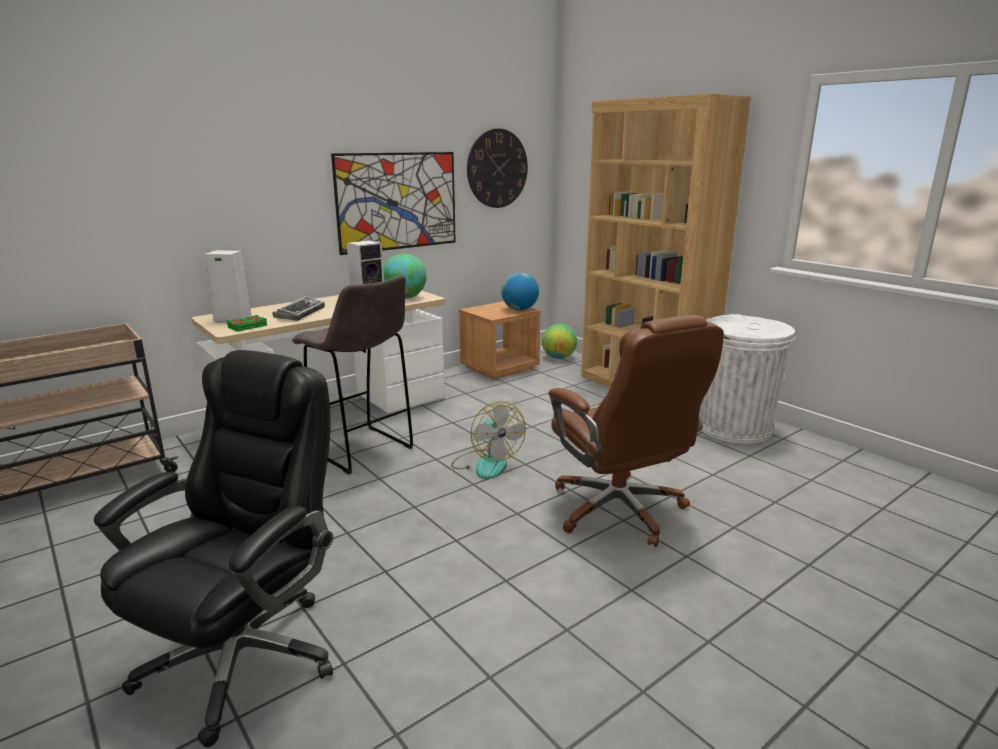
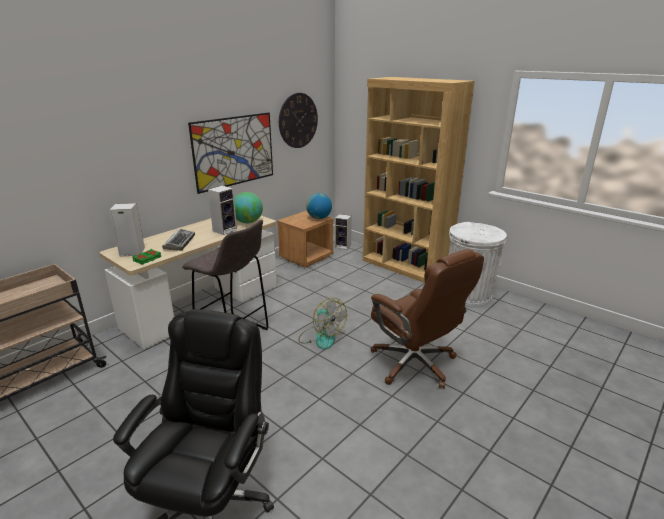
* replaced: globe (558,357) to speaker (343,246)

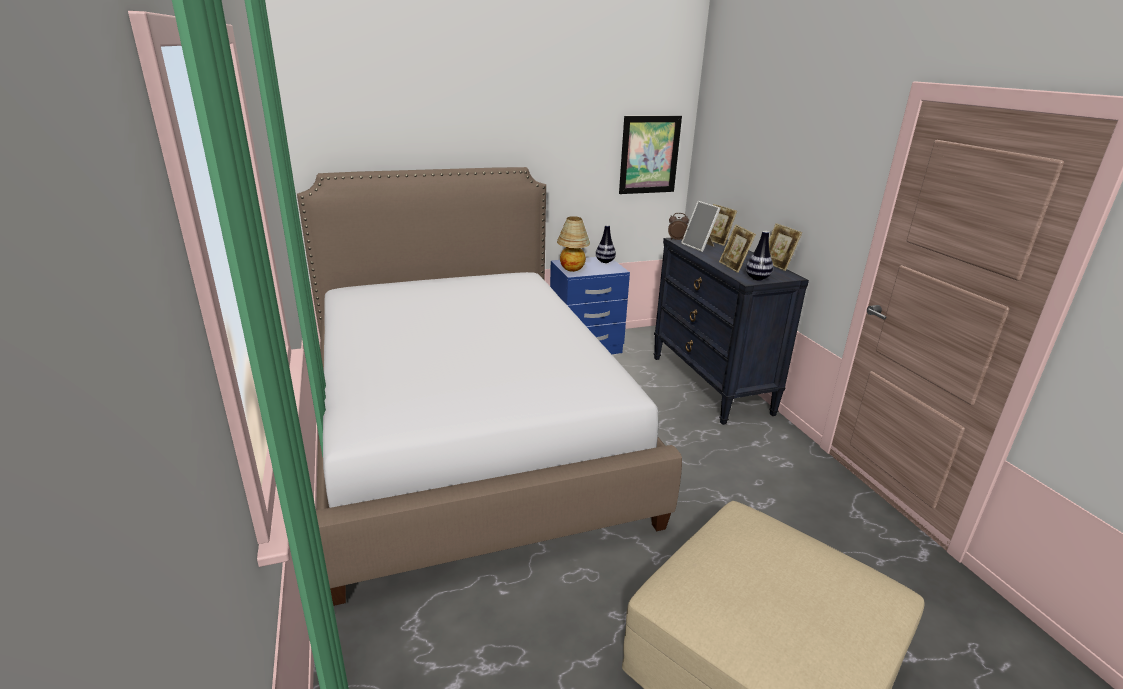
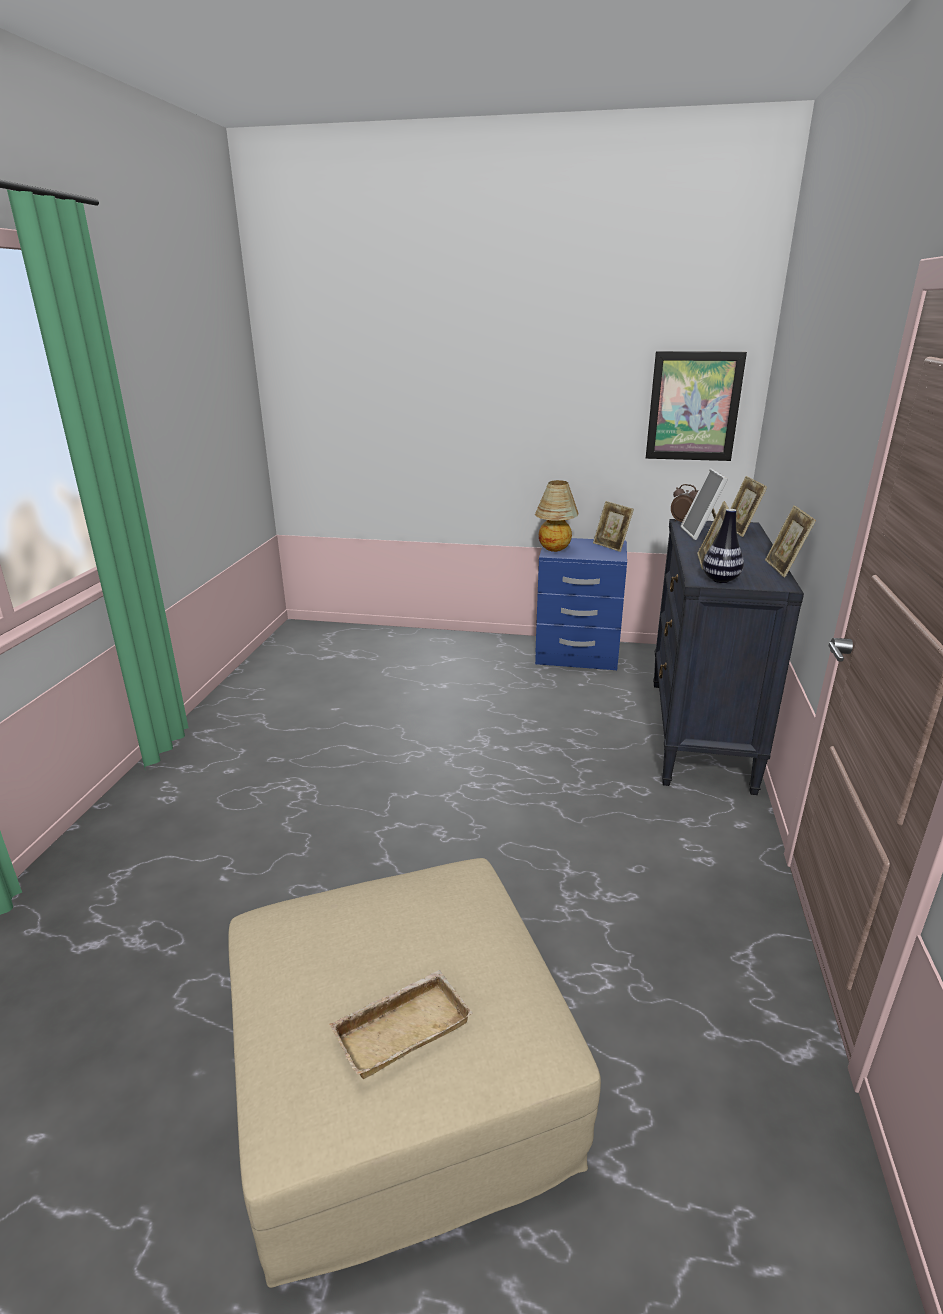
* added: tray (beige) (402,1026)
* replaced: vase (605,261) to picture frame (611,546)
* removed: bed (467,433)

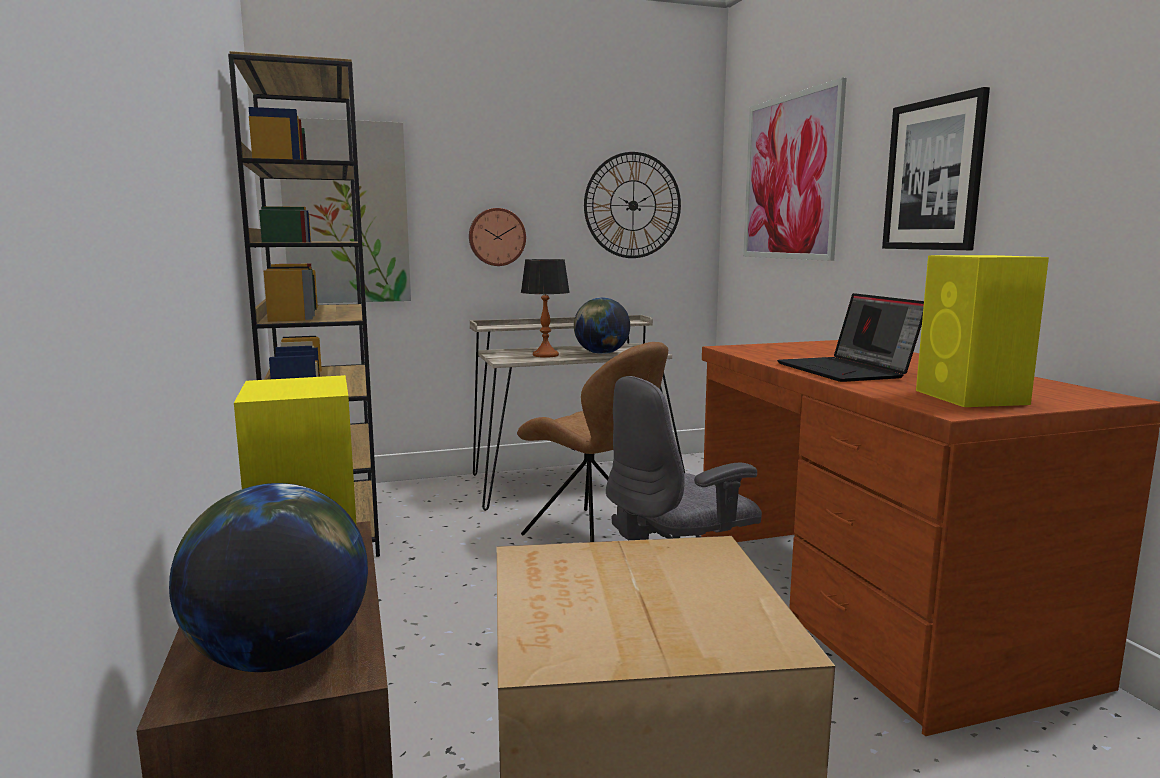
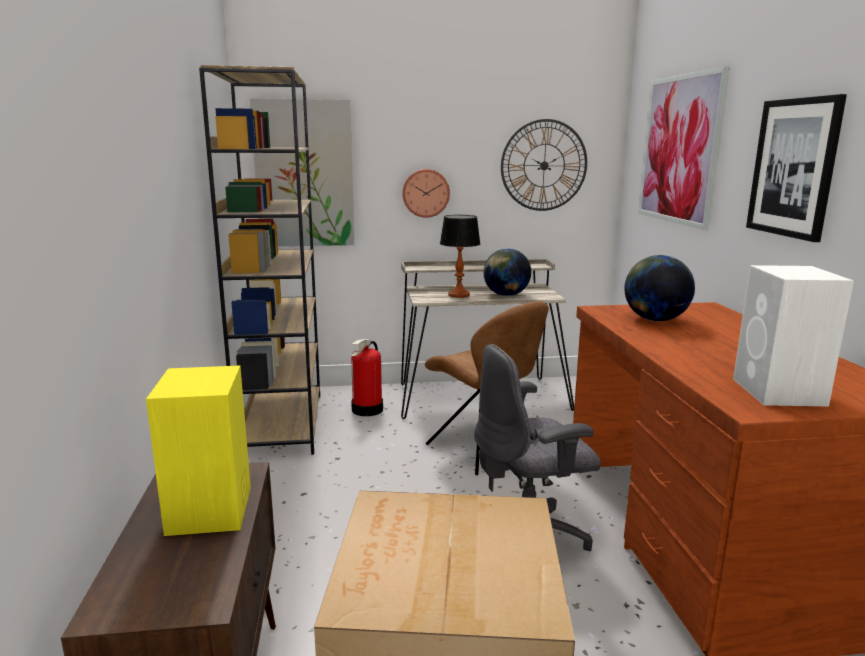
* added: fire extinguisher (368,410)
* moved: globe (279,656) to (655,319)
* recoloured: speaker (yellow) (972,398) to speaker (white) (779,393)
* removed: laptop (847,371)

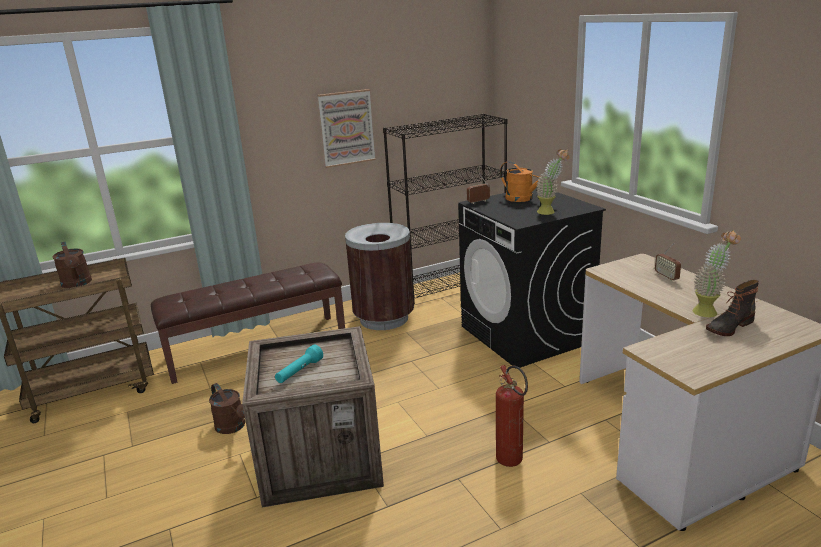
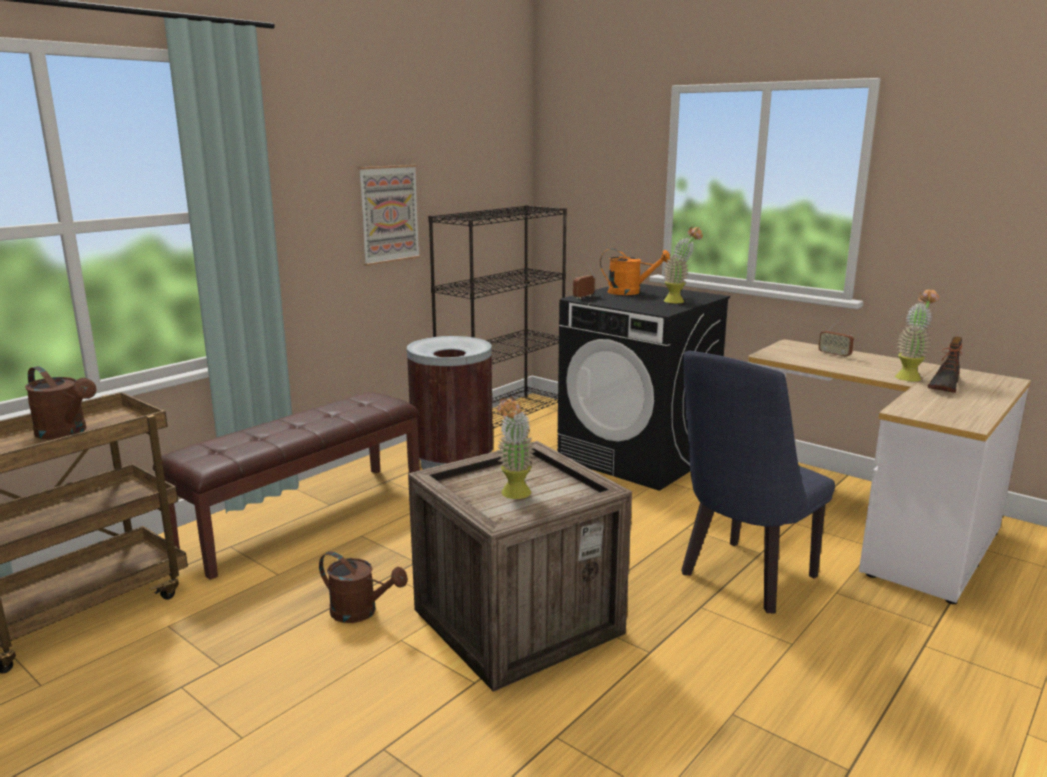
* replaced: flashlight (turquoise) (299,372) to potted plant (514,496)
* replaced: fire extinguisher (512,463) to chair (blue) (743,580)

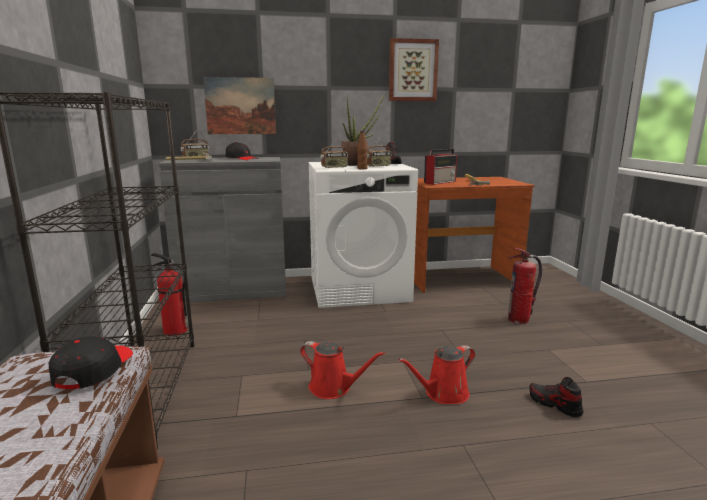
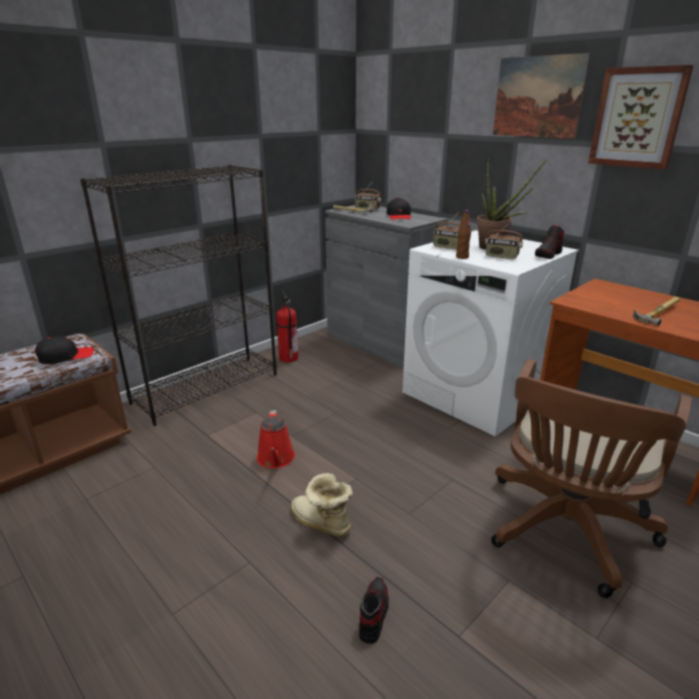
* replaced: watering can (red) (443,394) to boot (321,523)
* replaced: fire extinguisher (519,319) to office chair (brown) (565,532)
* moved: picture (240,106) to (538,97)
* removed: radio (440,182)

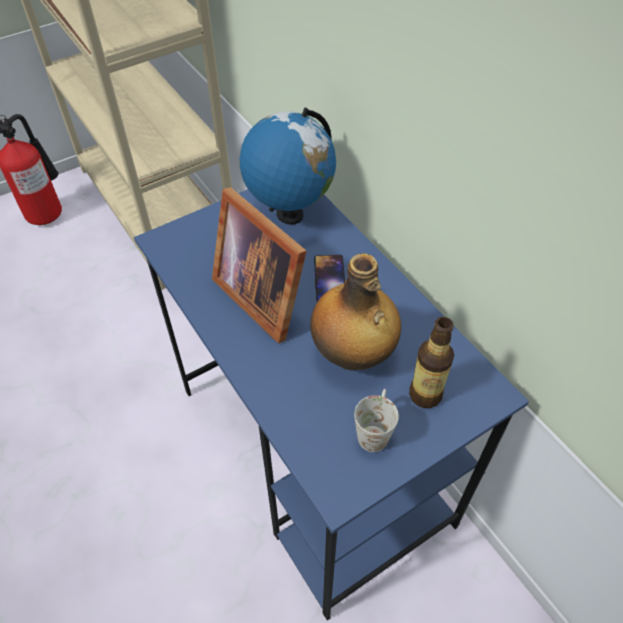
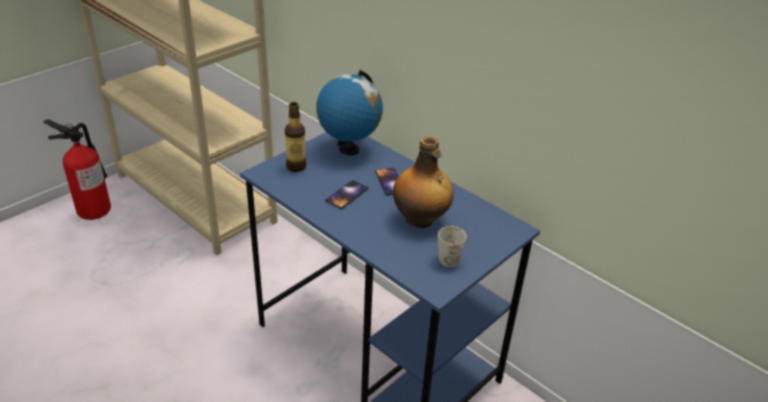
* moved: bottle (425,395) to (296,167)
* replaced: picture frame (262,294) to phone (347,195)

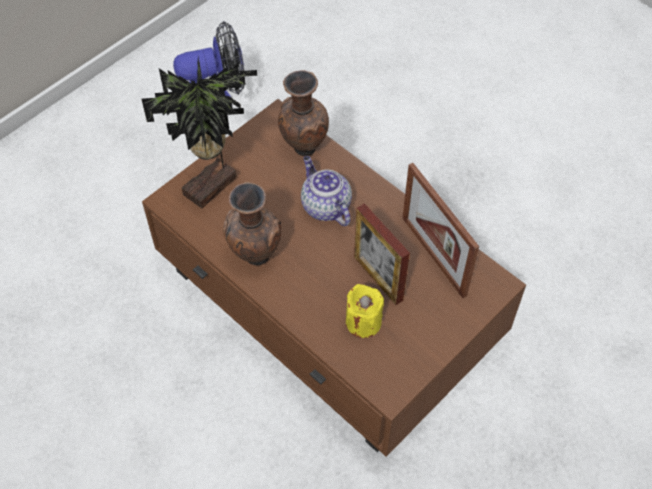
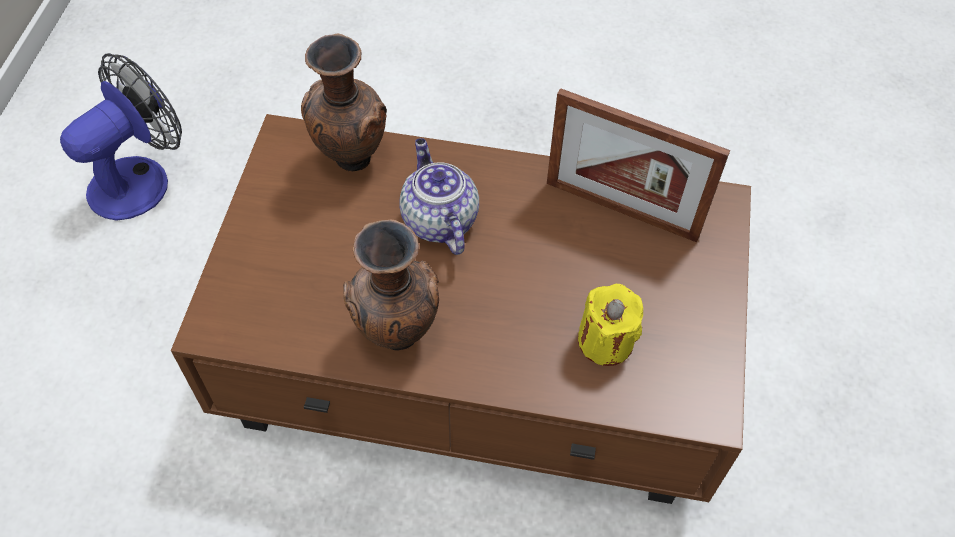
* turned: teapot (325,206) = (438,220) 45 degrees clockwise
* removed: potted plant (213,187)
* removed: picture frame (378,278)

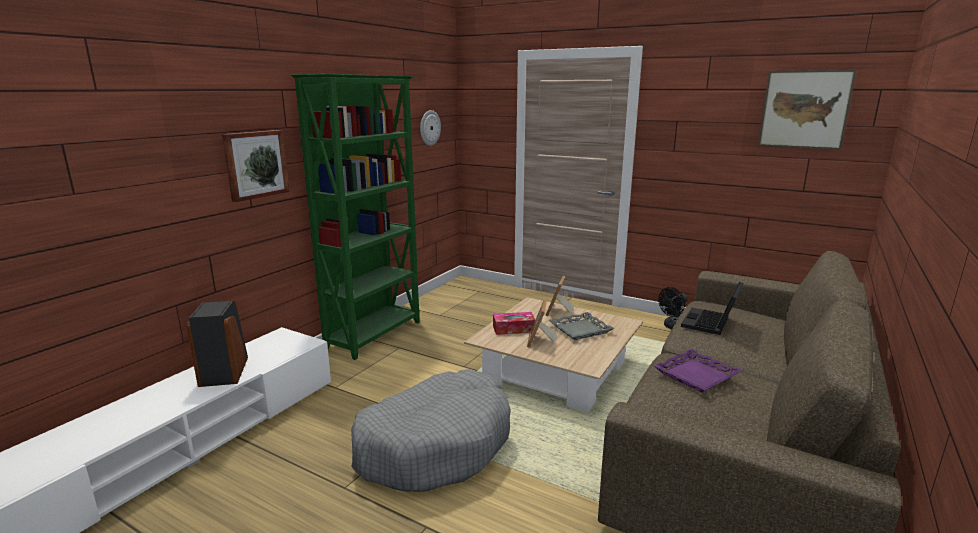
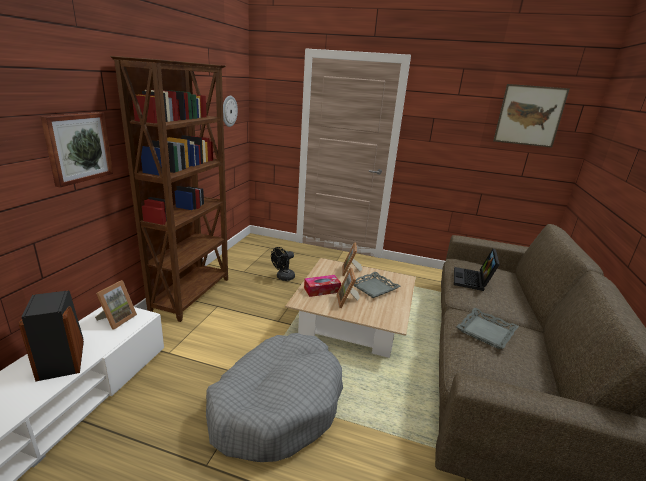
* added: picture frame (117,319)
* recoloured: bookcase (green) (375,335) to bookcase (brown) (192,294)
* moved: fan (black) (673,327) to (283,278)
* recoloured: tray (purple) (695,375) to tray (grey) (485,331)

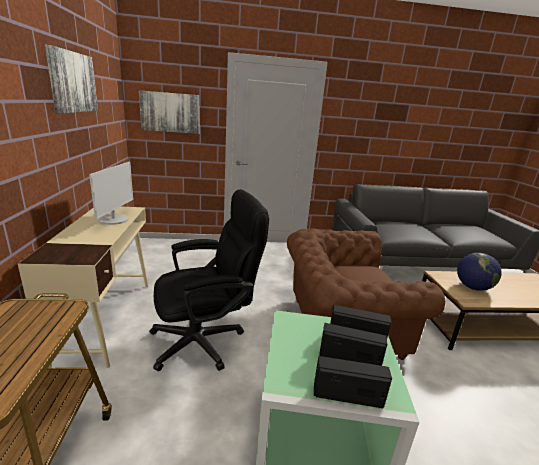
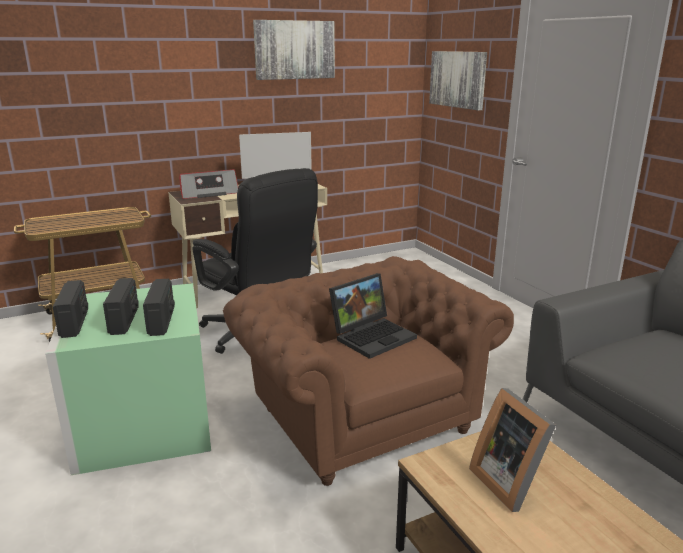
* added: radio (208,193)
* added: laptop (373,335)
* replaced: globe (472,287) to picture frame (510,481)

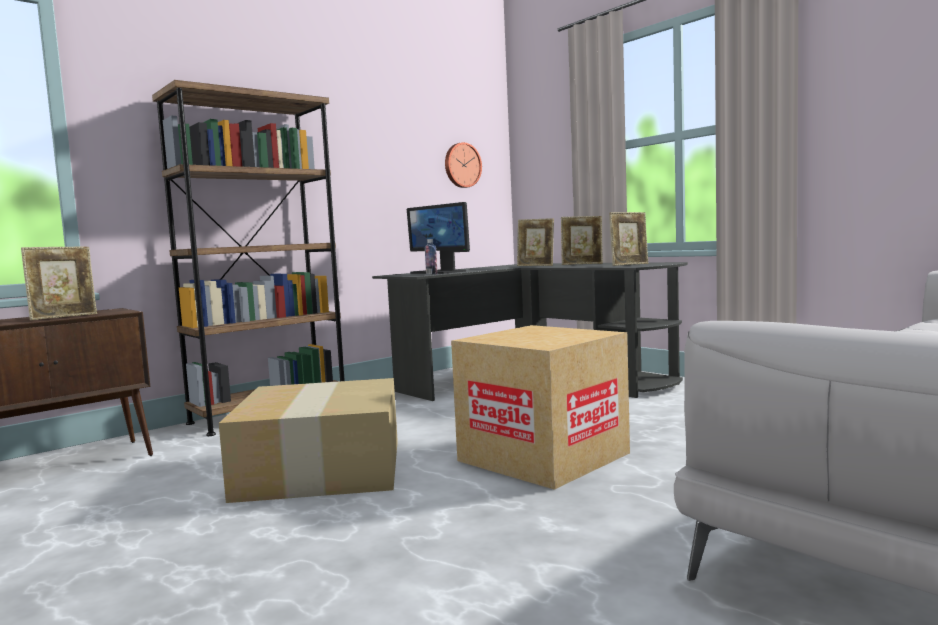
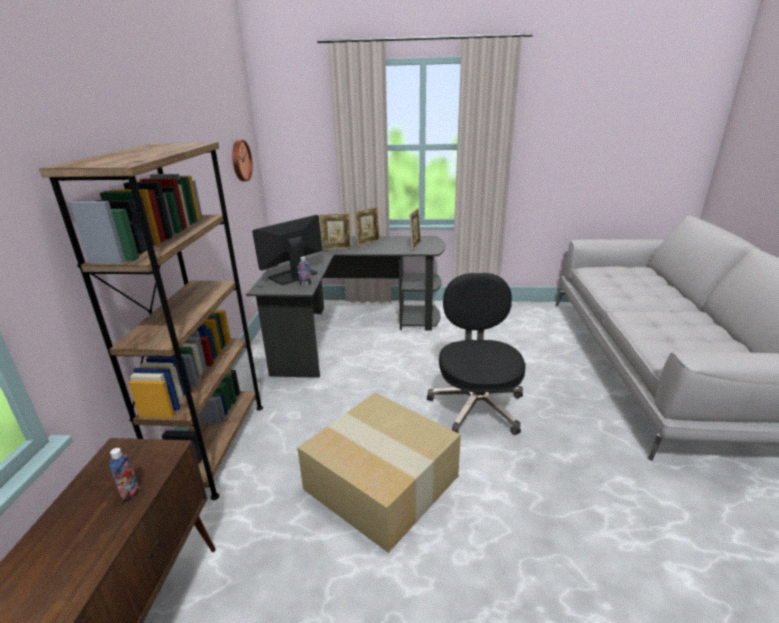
* replaced: picture frame (64,317) to bottle (131,493)
* turned: monitor (439,272) = (293,276) 135 degrees clockwise
* replaced: cardboard box (543,457) to office chair (black) (476,405)

